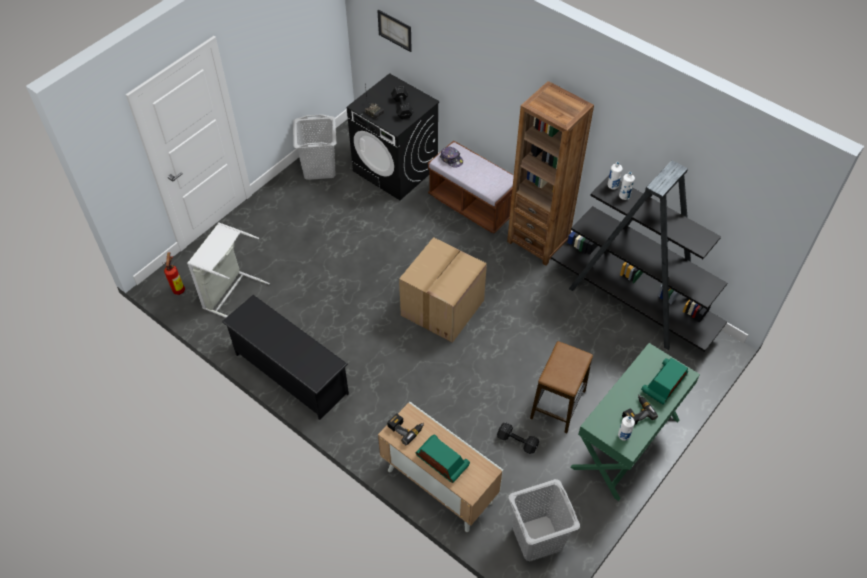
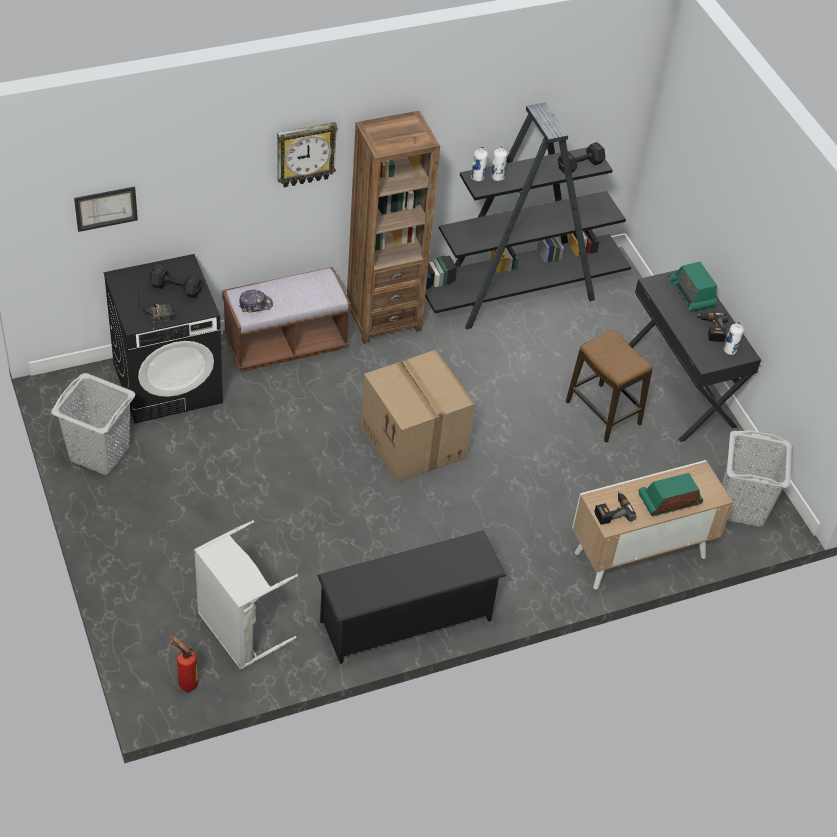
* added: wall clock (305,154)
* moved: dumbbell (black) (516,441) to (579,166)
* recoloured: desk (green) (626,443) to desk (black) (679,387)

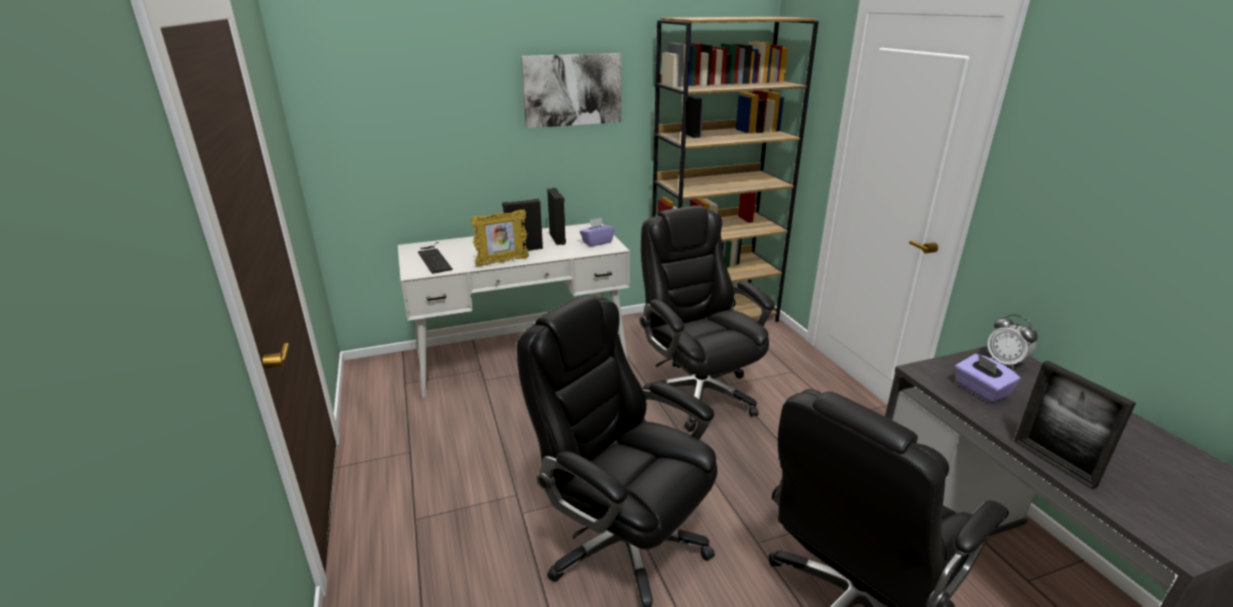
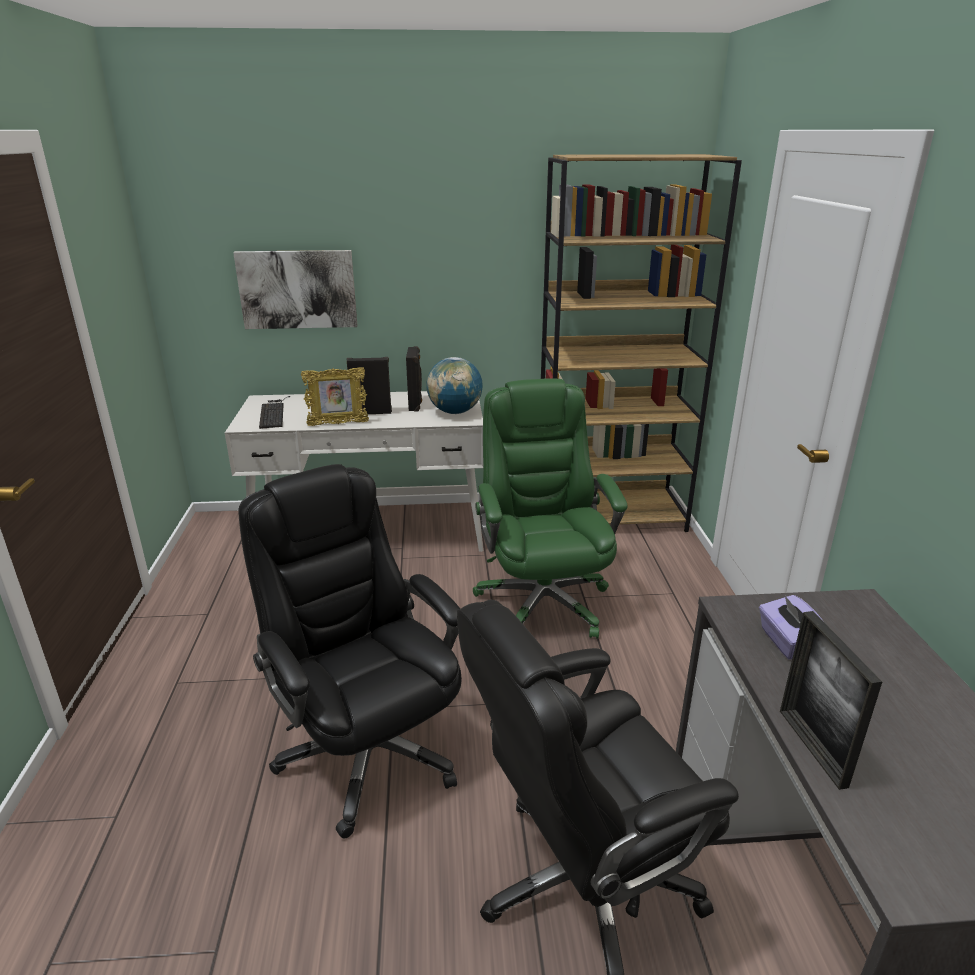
* moved: picture (572,90) to (297,289)
* replaced: tissue box (purple) (597,242) to globe (455,412)
* recoloured: office chair (black) (698,393) to office chair (green) (542,601)
* removed: alarm clock (1005,362)

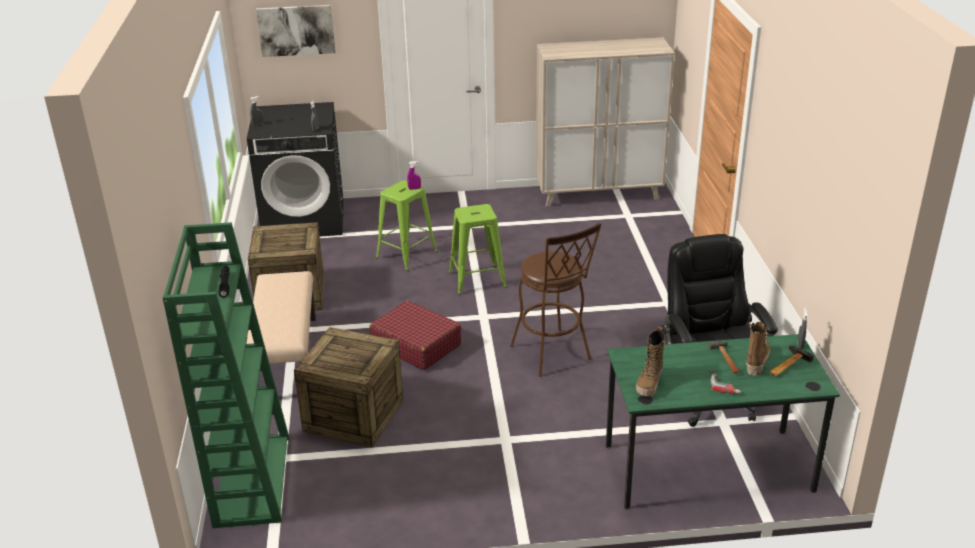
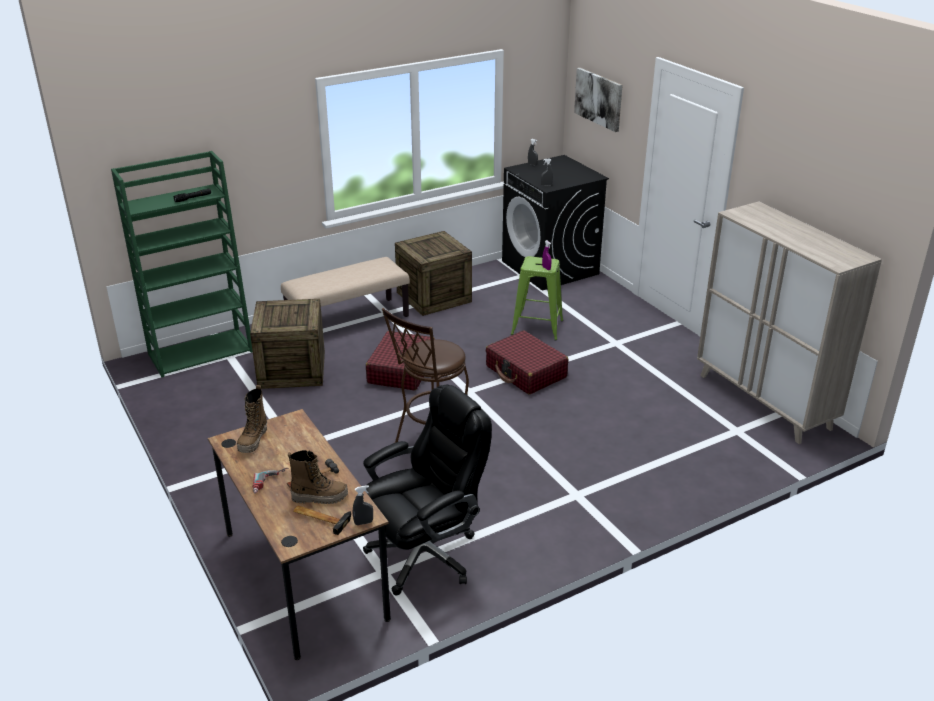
* recoloured: desk (green) (707,468) to desk (brown) (304,574)
* turned: boot (649,383) = (253,440) 75 degrees counterclockwise
* replaced: stool (green) (476,280) to suitcase (red) (526,372)

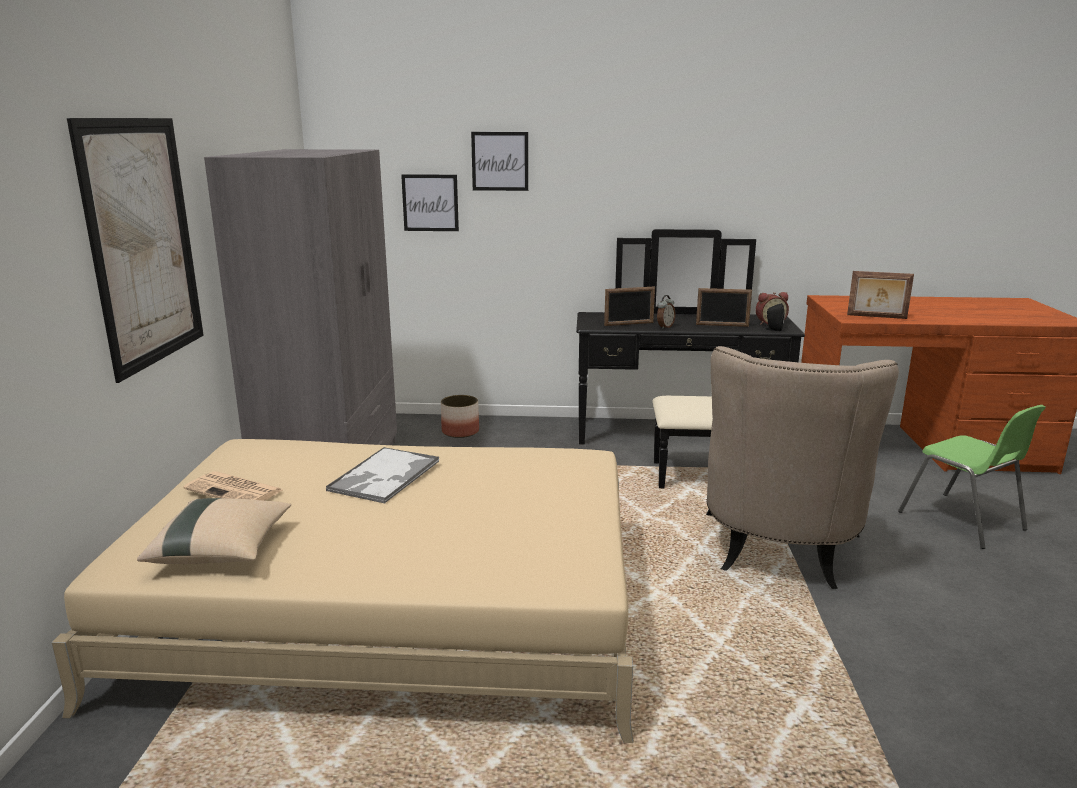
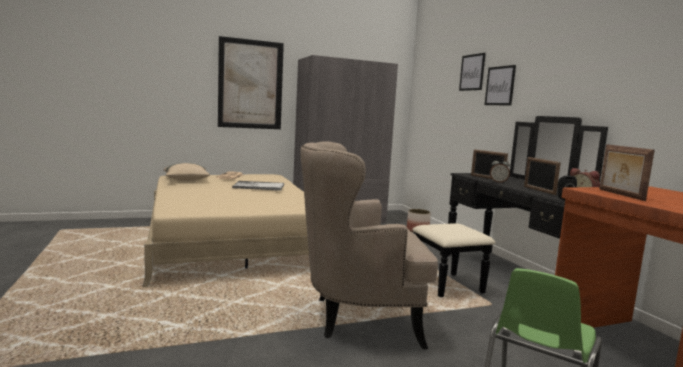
* moved: picture (430,203) to (500,86)

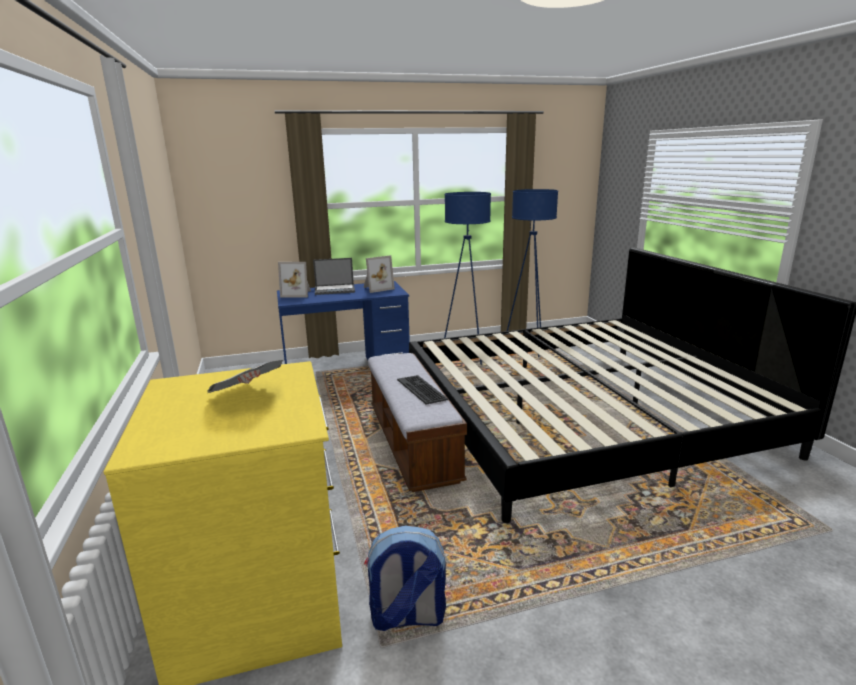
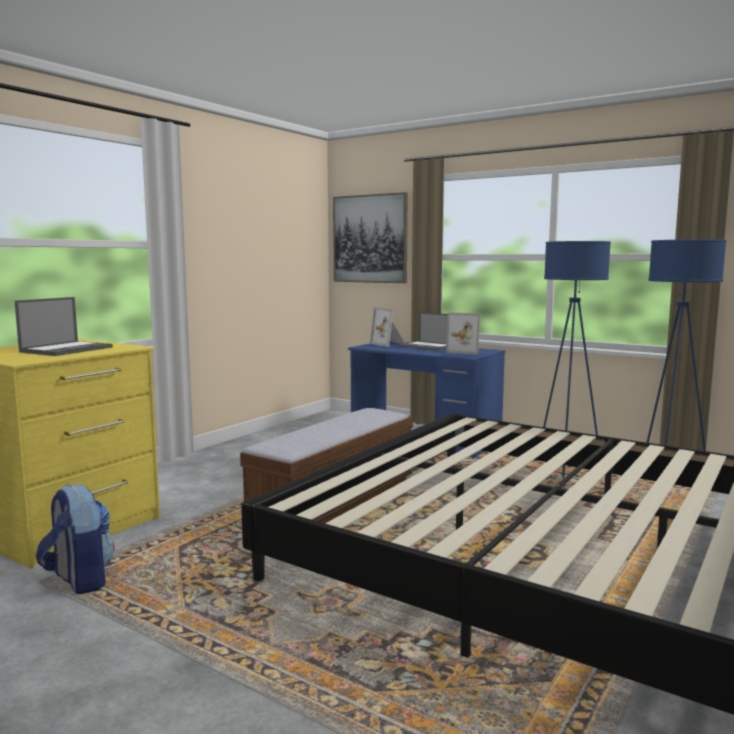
* replaced: newspaper (247,396) to laptop (67,349)
* added: picture (370,239)
* removed: keyboard (422,390)

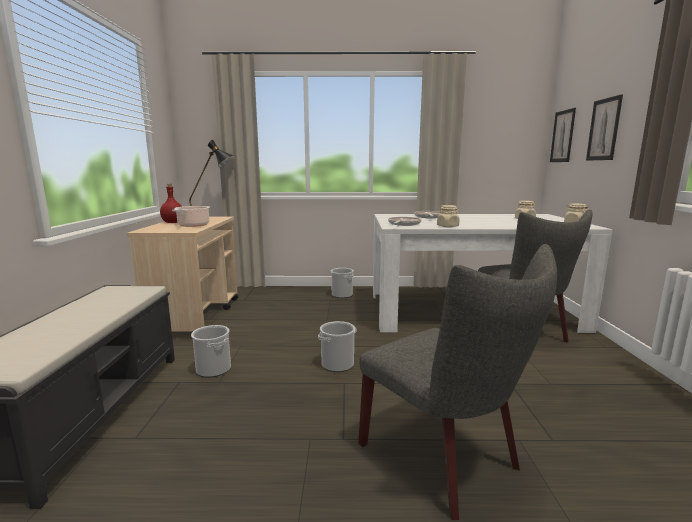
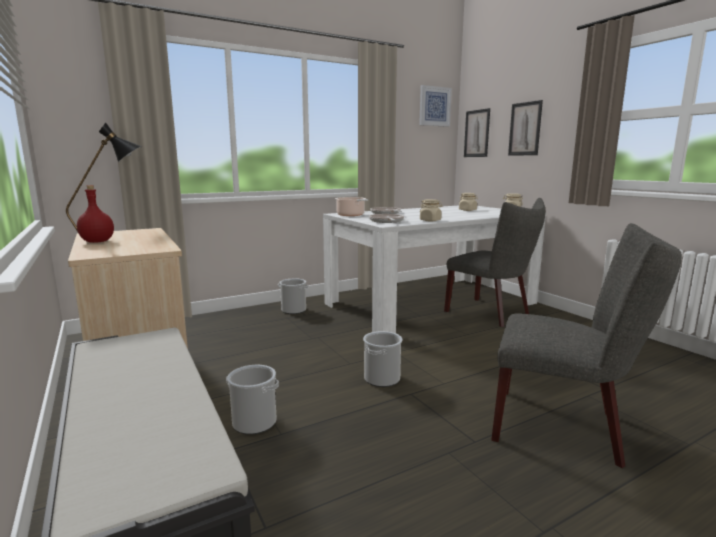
* moved: cooking pot (192,225) to (351,215)
* added: picture (434,106)

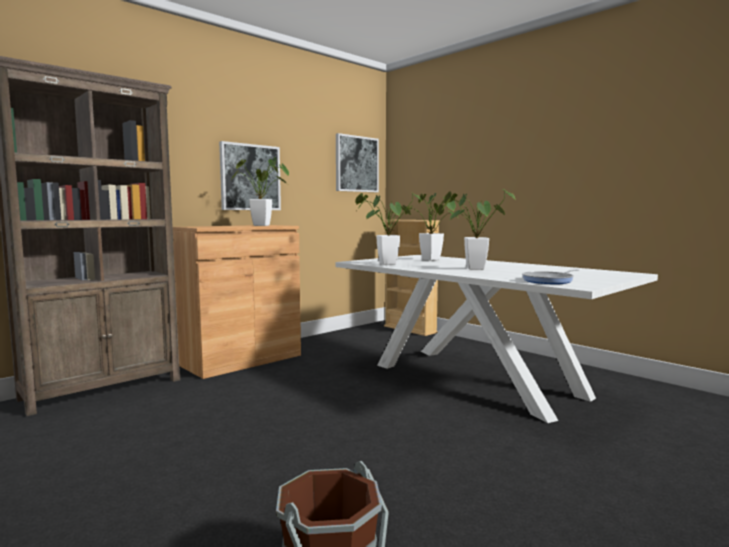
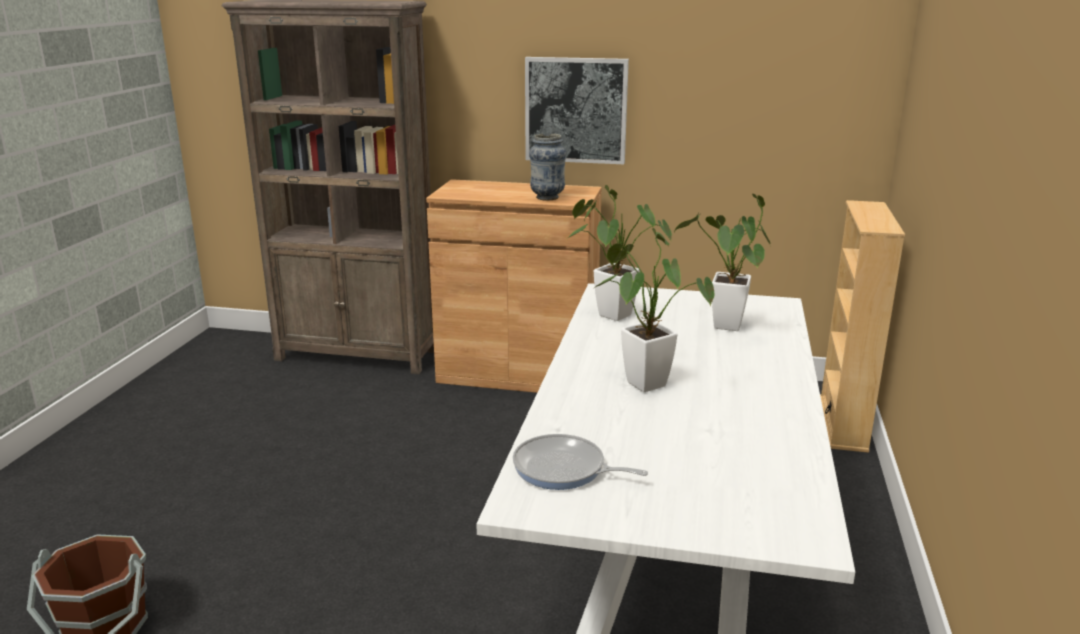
* replaced: potted plant (265,225) to vase (547,197)
* removed: picture (356,164)

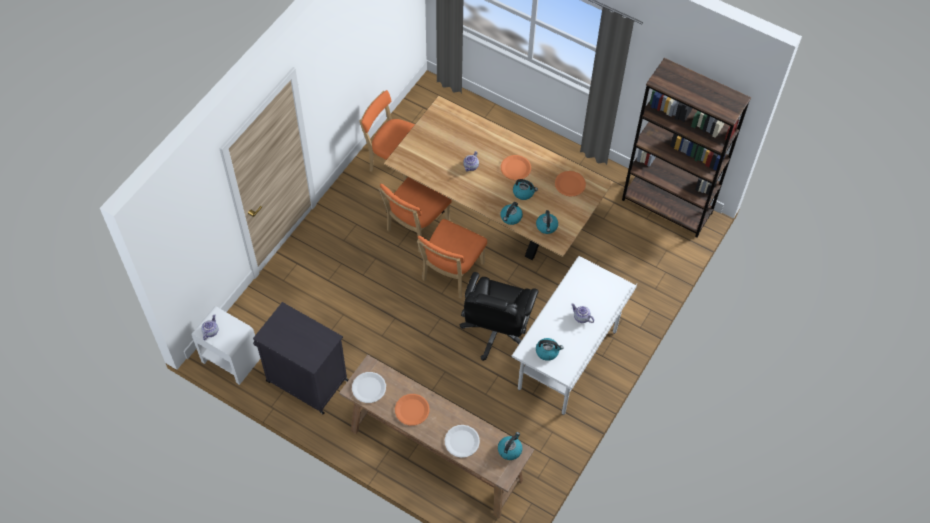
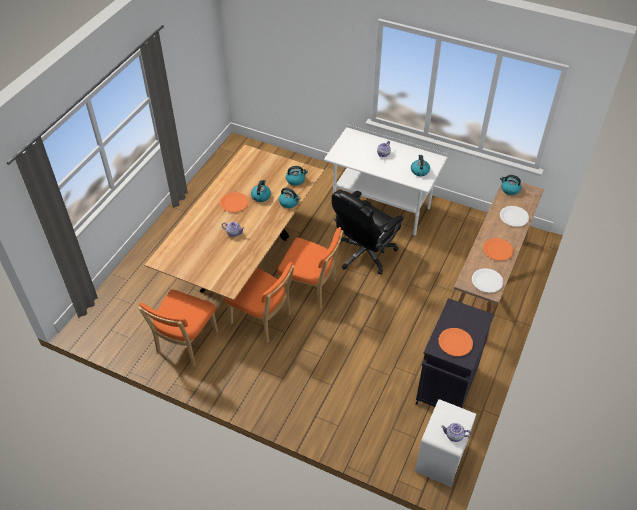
* turned: office chair (black) (496,332) = (364,254) 120 degrees clockwise
* moved: plate (orange) (570,184) to (455,342)
* removed: bookcase (brown) (667,206)

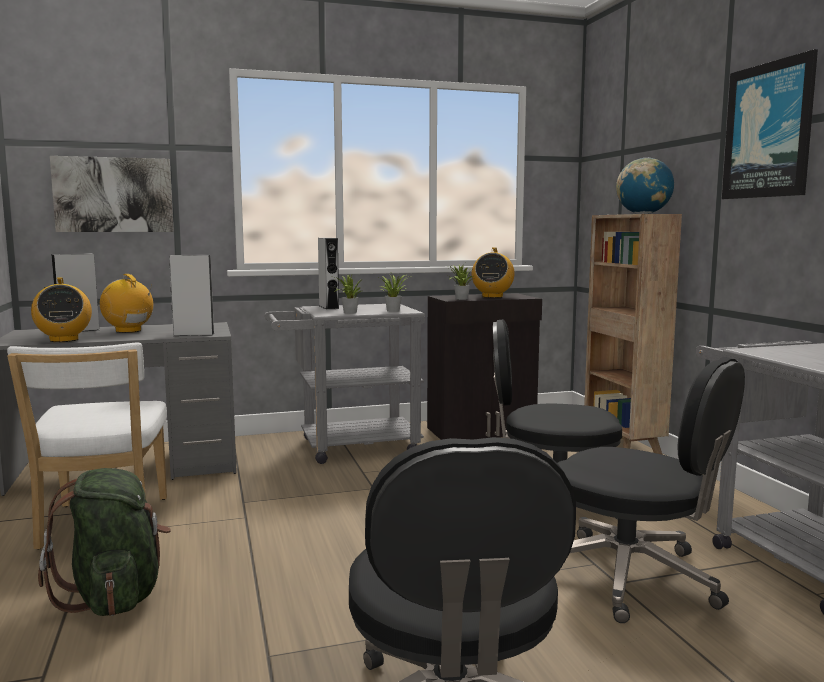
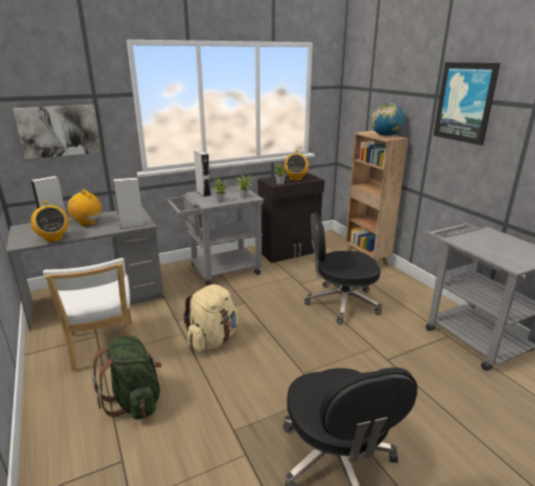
* added: backpack (beige) (213,340)
* removed: office chair (black) (632,577)

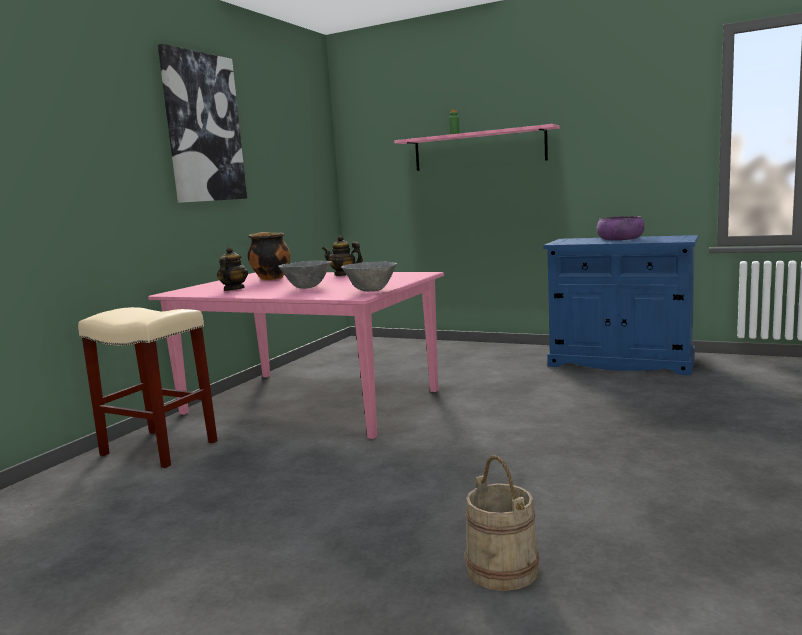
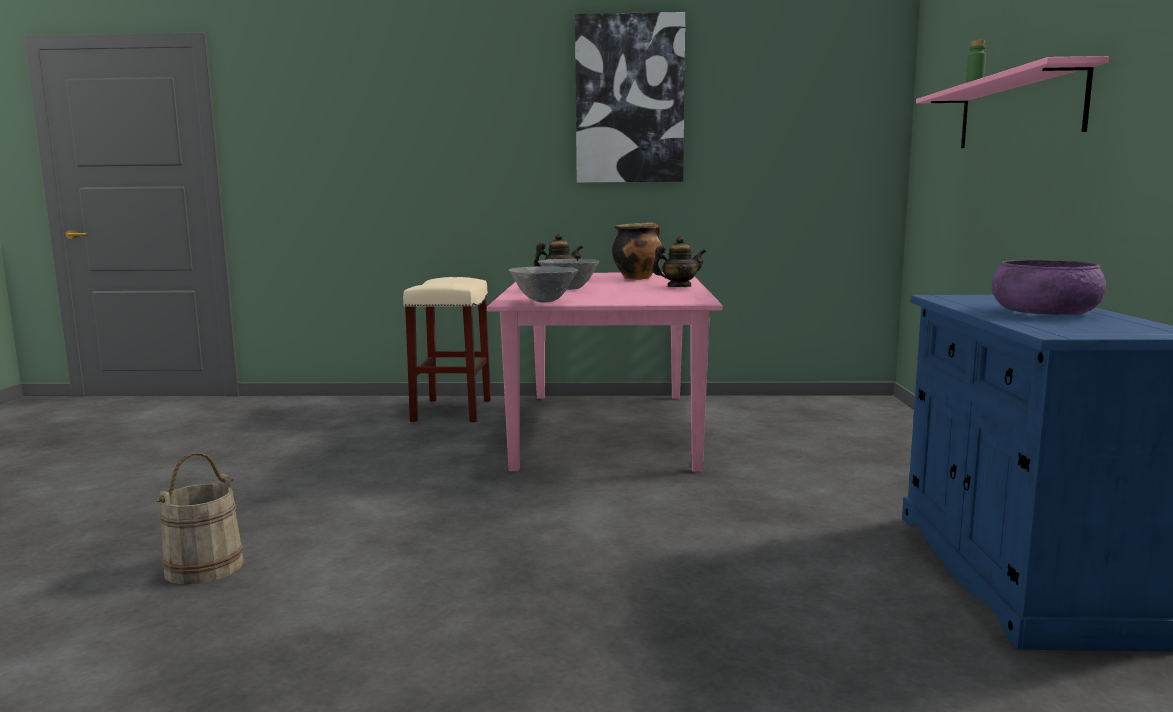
* turned: teapot (343,274) = (678,287) 90 degrees clockwise

